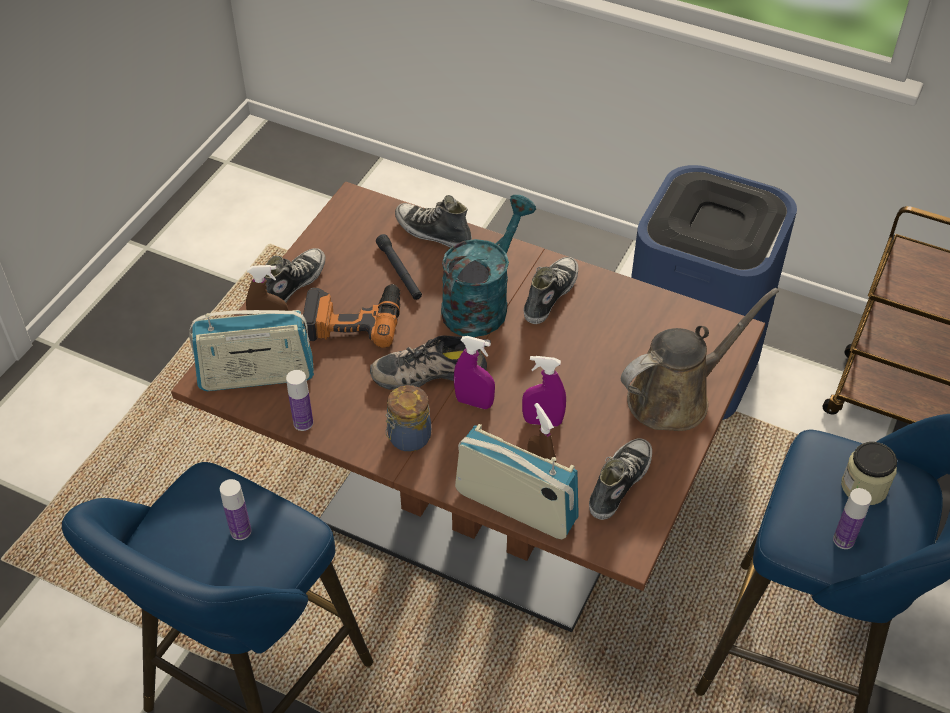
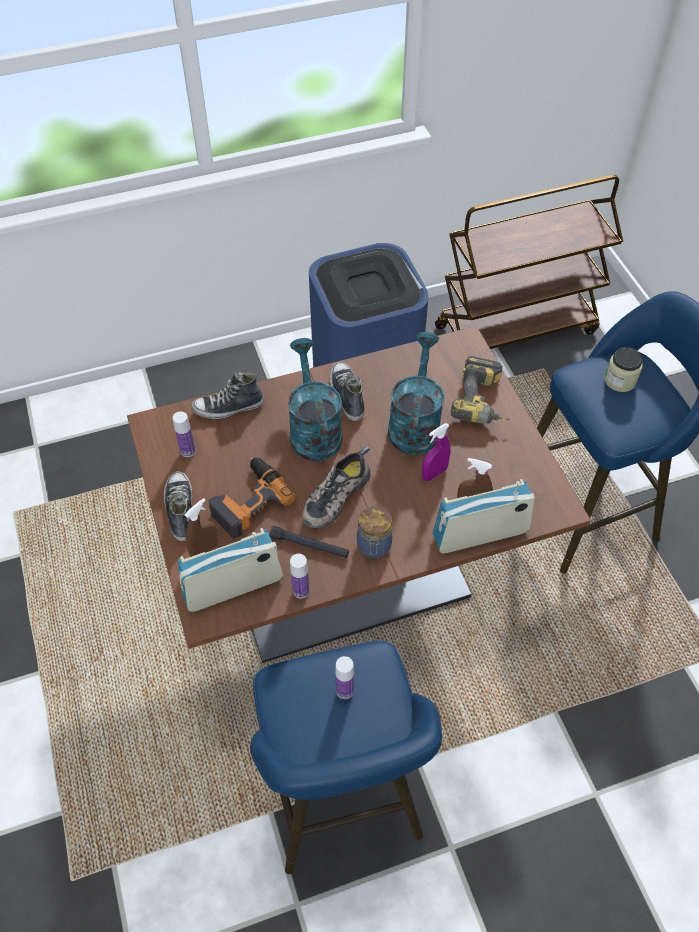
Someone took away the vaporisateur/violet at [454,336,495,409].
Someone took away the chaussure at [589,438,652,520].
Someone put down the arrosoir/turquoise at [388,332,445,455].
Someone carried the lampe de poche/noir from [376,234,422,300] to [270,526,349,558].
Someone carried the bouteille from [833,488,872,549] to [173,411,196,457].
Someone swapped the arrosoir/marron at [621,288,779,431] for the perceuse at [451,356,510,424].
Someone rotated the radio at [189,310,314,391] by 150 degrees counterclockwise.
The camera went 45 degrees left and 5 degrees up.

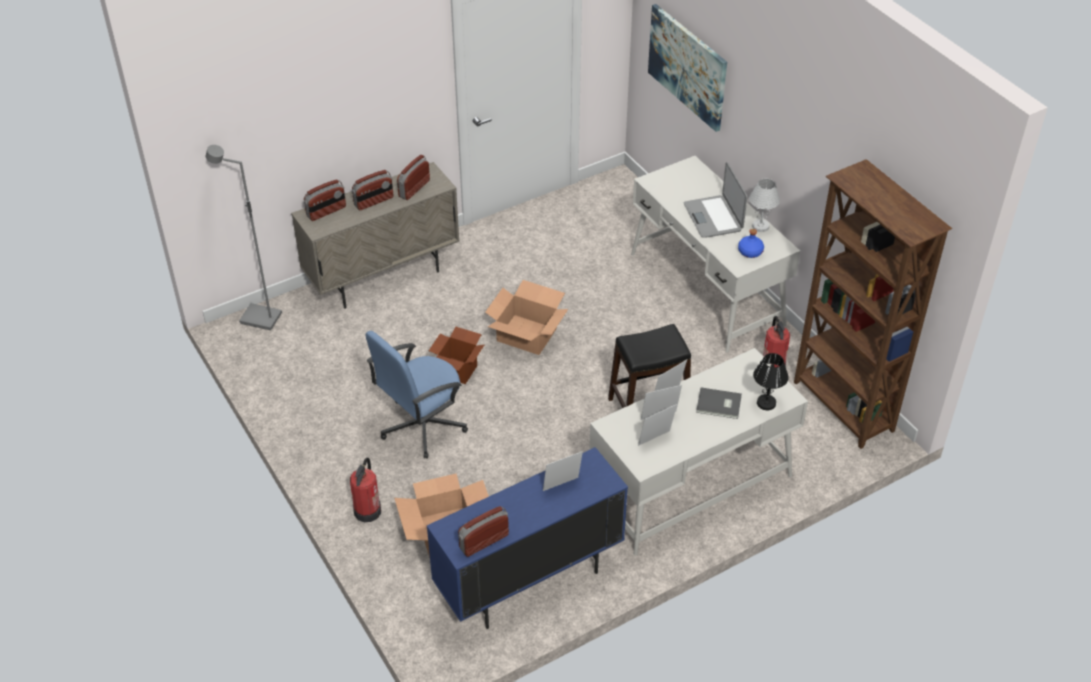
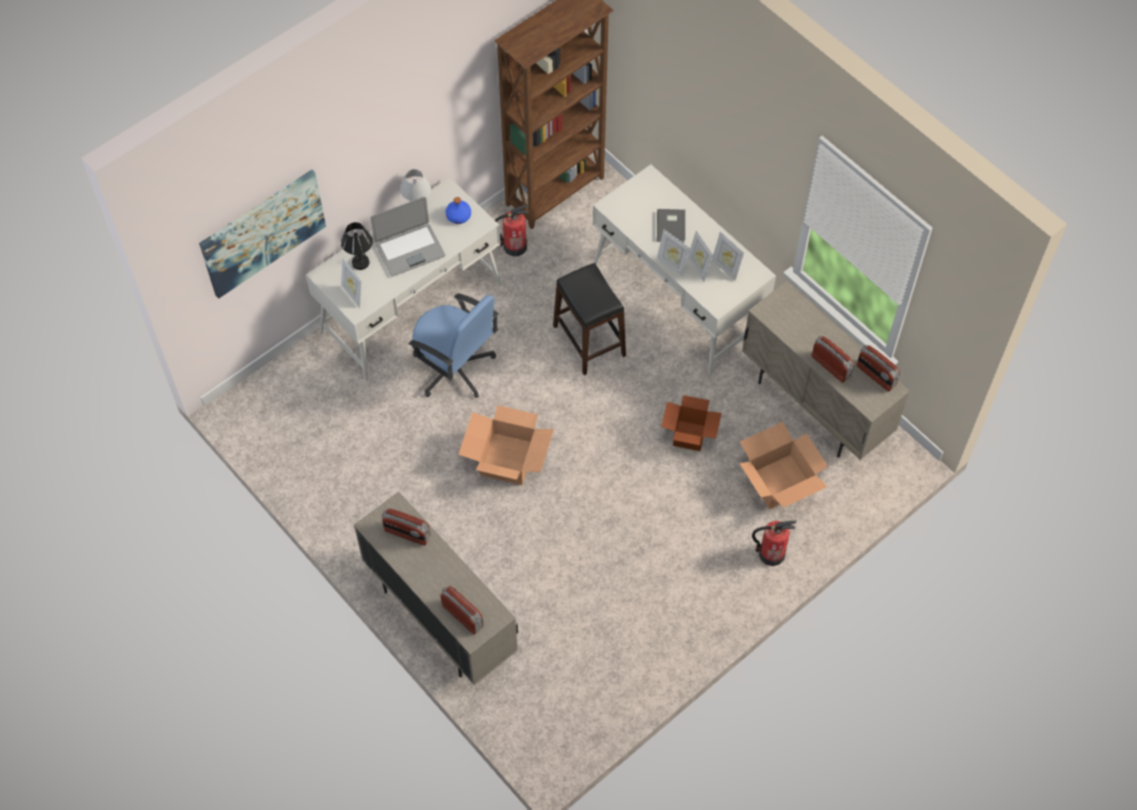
Someone took away the lampadaire/gris at [206,145,282,330].
Someone carried the radio from [352,170,394,210] to [812,336,854,383].
Someone carried the chaise de bureau/bleu from [365,331,468,459] to [409,293,499,398].
Someone carried the carton from [429,326,484,384] to [661,395,722,451].
Someone carried the cadre photo from [543,451,583,491] to [341,258,362,308].
Someone carried the lampe de table/noir from [753,353,789,410] to [341,222,373,270].
Someone repainted the meuble de rangement/bleu at [427,447,628,629], which became the meuble de rangement/beige at [742,281,910,460].
The camera went 100 degrees left and 15 degrees up.

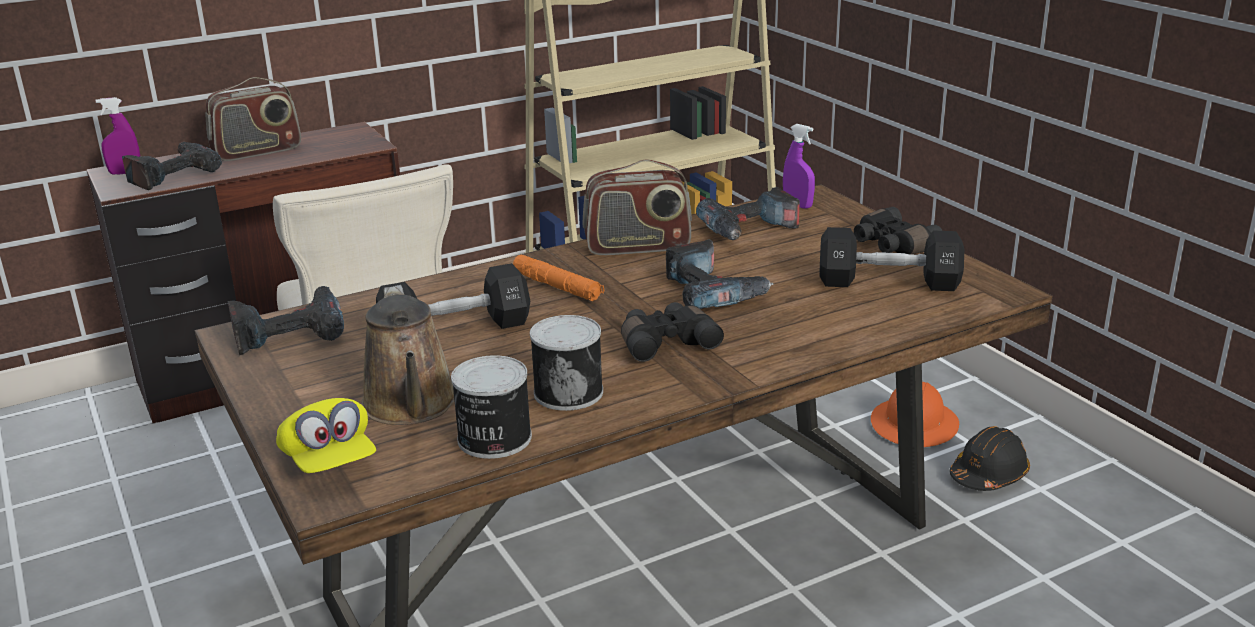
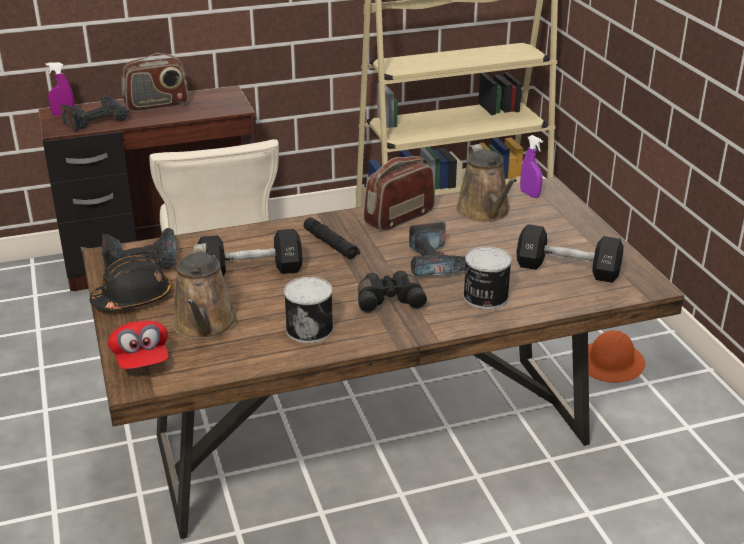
Someone took away the jumelles/noir at [854,207,943,255].
Someone carried the boîte métallique from [451,355,532,459] to [463,246,512,309].
Someone carried the casque de chantier/noir from [950,426,1030,491] to [90,255,171,311].
Someone swapped the perceuse at [696,187,800,240] for the arrosoir/marron at [456,144,517,222].
Someone repainted the casquette/jaune at [276,398,376,473], which became the casquette/rouge at [108,321,169,369].
Someone repainted the lampe de poche/orange at [513,255,604,301], which became the lampe de poche/noir at [304,217,360,259].
Someone rotated the radio at [583,160,692,255] by 135 degrees clockwise.
The camera went 10 degrees right and 5 degrees up.

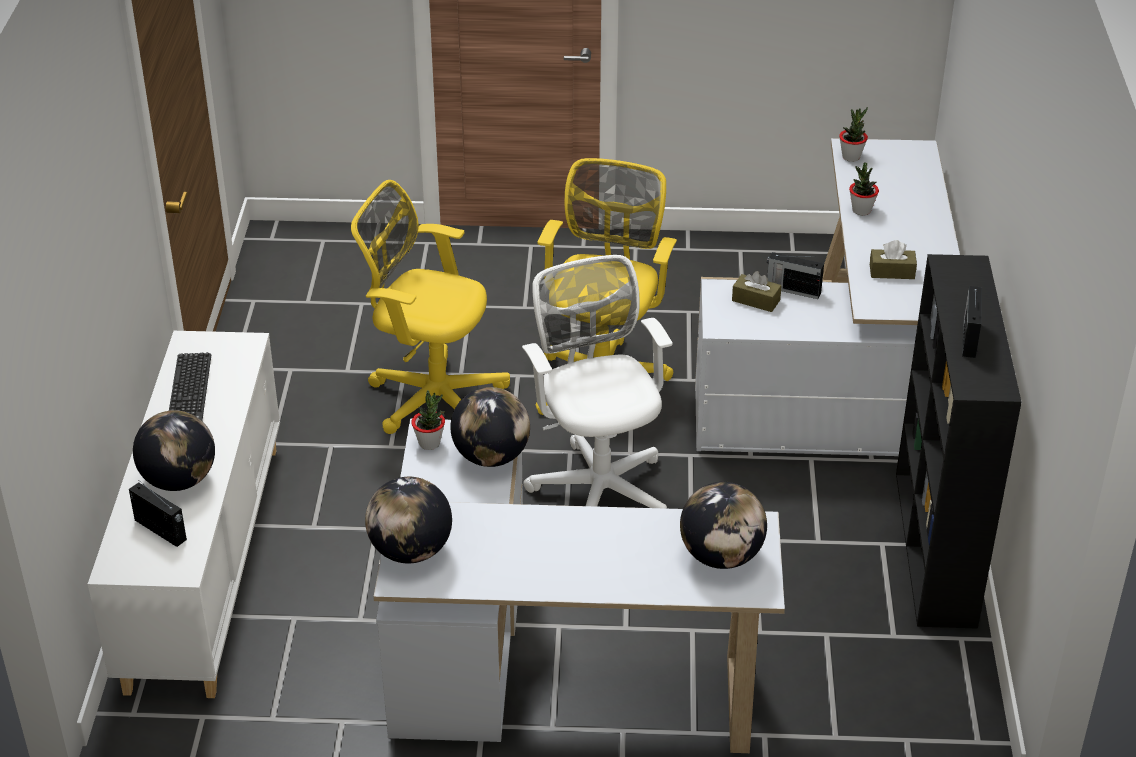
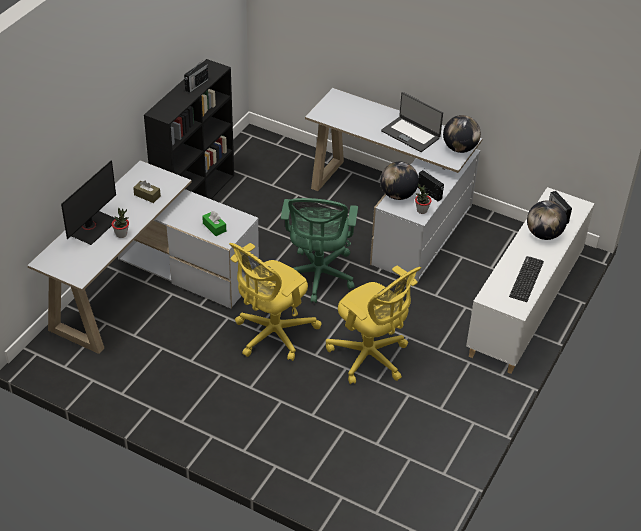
Someone took away the globe at [680,482,767,569].
Someone took away the plante en pot at [839,107,868,162].
Someone put down the écran d'ordinateur at [61,160,116,245].
Someone put down the ordinateur portable at [381,92,443,152].
Someone carried the radio from [767,252,824,299] to [417,169,444,201].
Someone repainted the chaise de bureau/blanc at [522,255,673,509], which became the chaise de bureau/vert at [281,198,358,303].
Someone repainted the boîte à mouchoirs/marron at [732,271,782,312], which became the boîte à mouchoirs/vert at [202,211,226,236].
The camera went 155 degrees left and 5 degrees up.

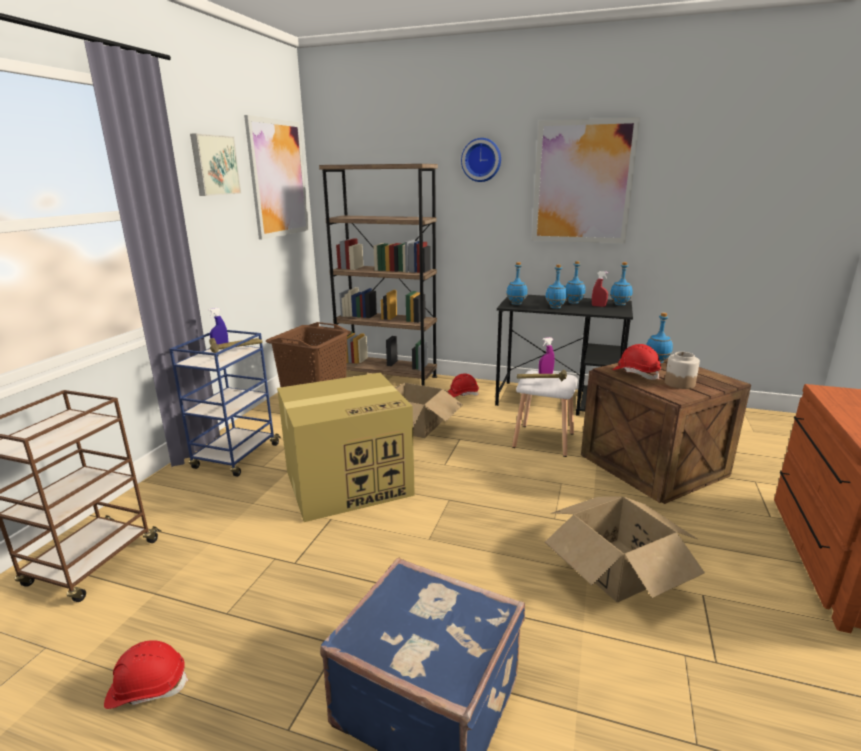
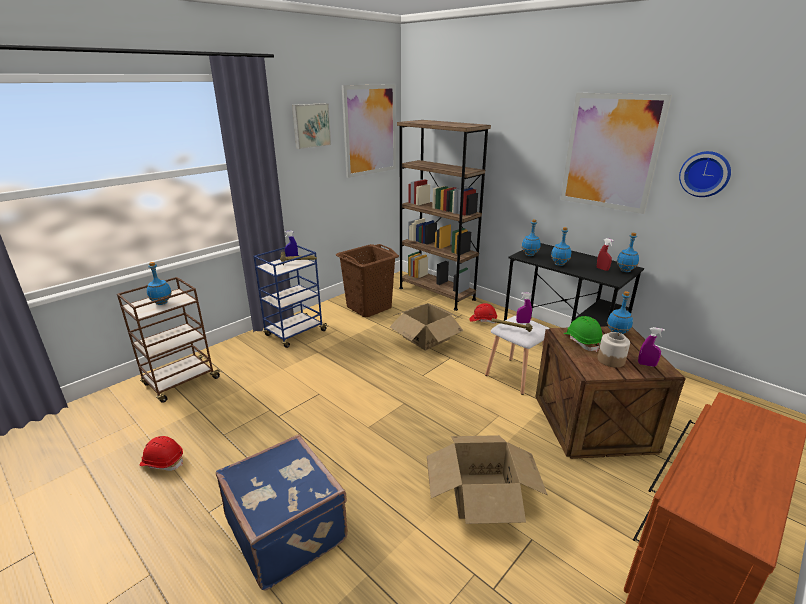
Someone took away the carton at [277,373,415,522].
Someone put down the vaporisateur/violet at [638,327,665,367].
Someone carried the horloge murale from [461,138,501,182] to [679,151,731,197].
Someone carried the bouteille/bleu from [565,261,586,304] to [147,262,172,305].
Someone repainted the casque de chantier/rouge at [612,344,661,380], which became the casque de chantier/vert at [563,316,603,352].
The camera went 25 degrees right and 5 degrees up.

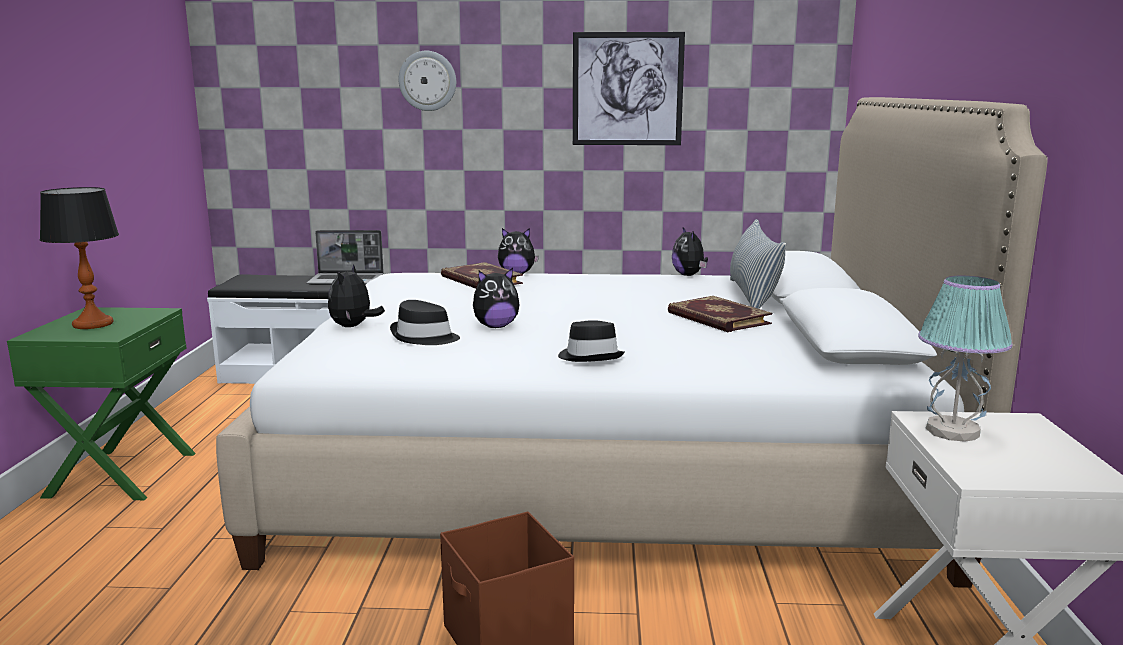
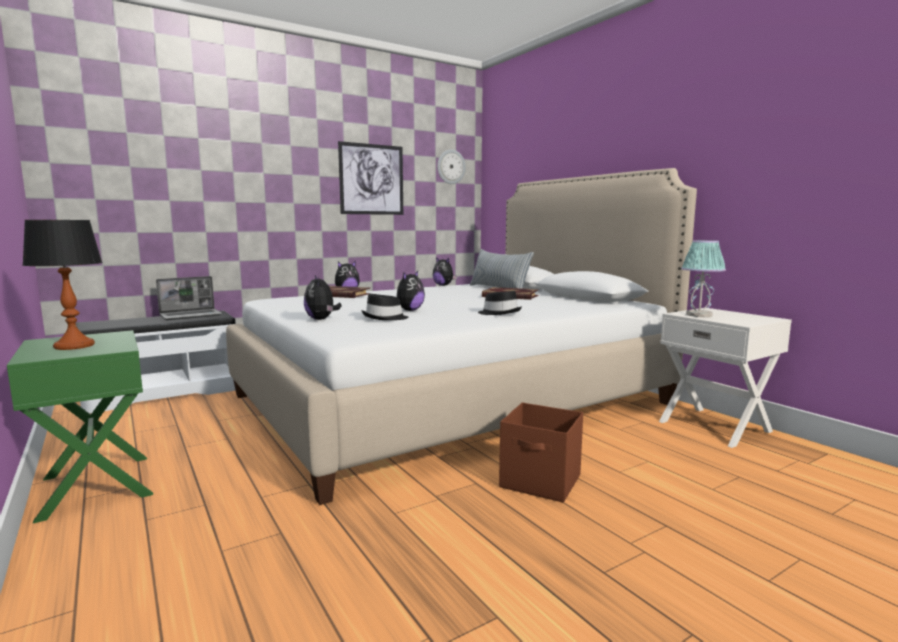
Someone carried the horloge murale from [398,51,456,111] to [437,149,466,184].
The camera went 35 degrees left and 5 degrees down.

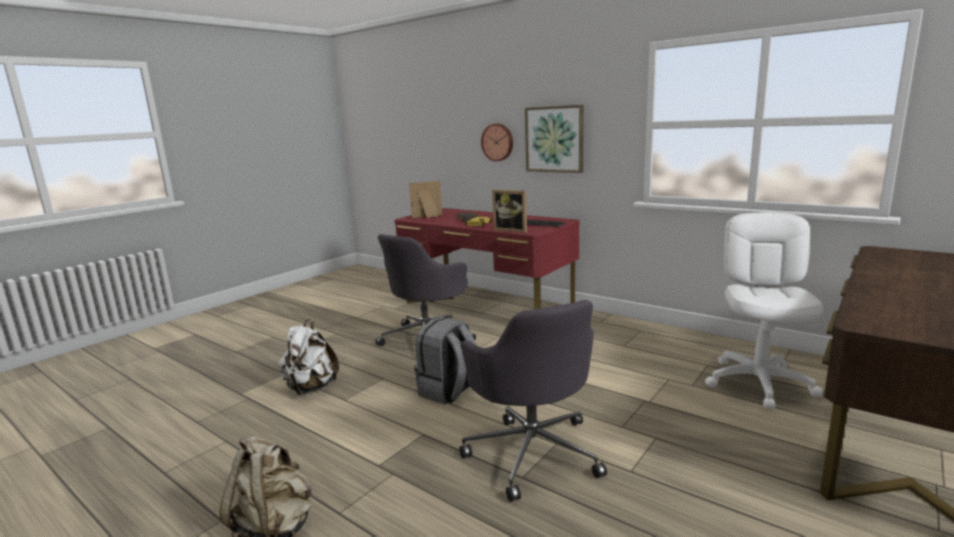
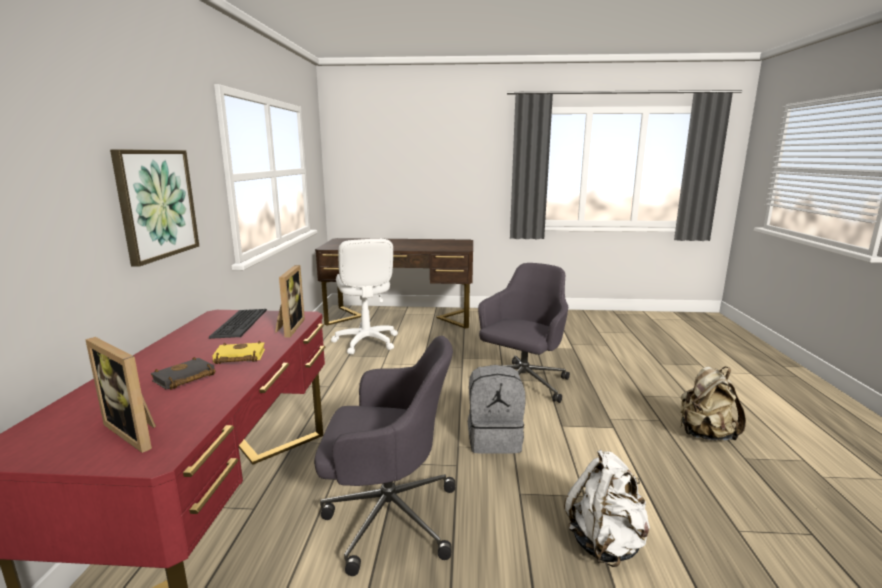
Someone took away the horloge murale at [481,124,513,161].
Someone rotated the chaise de bureau/blanc at [705,213,824,409] by 90 degrees counterclockwise.
The camera went 125 degrees left and 0 degrees up.

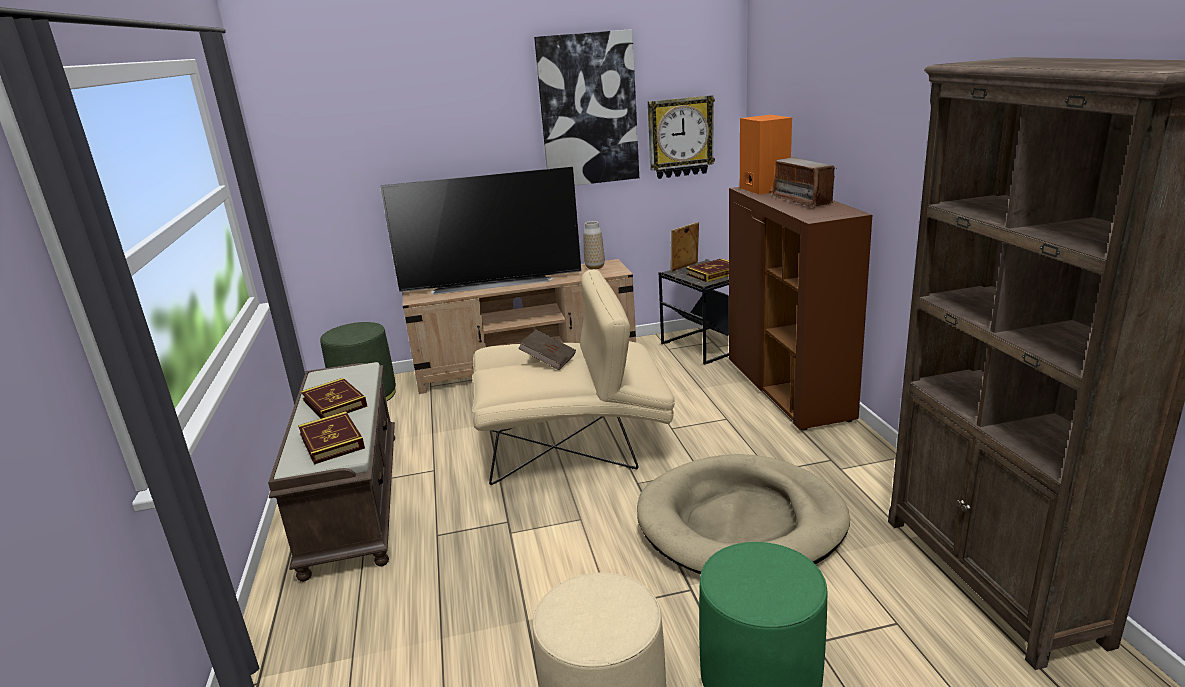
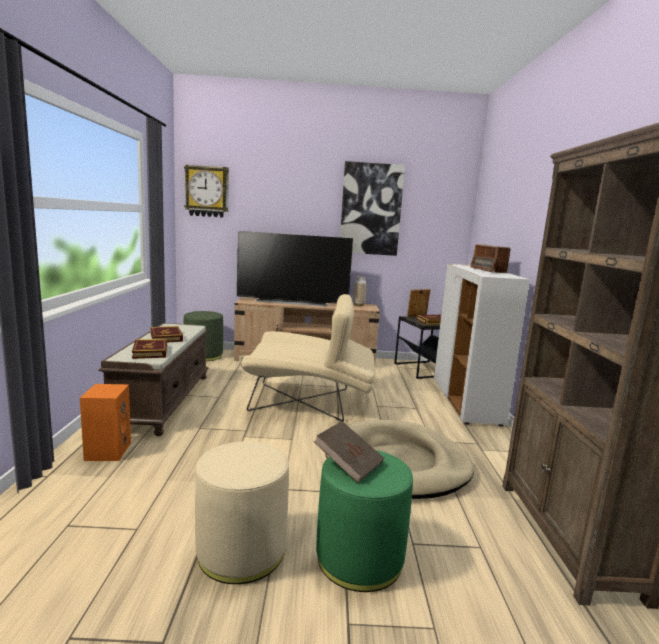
Someone carried the livre/marron from [518,329,576,370] to [314,421,384,483].
Someone carried the horloge murale from [648,95,715,179] to [184,165,229,218].
Someone carried the enceinte/orange from [740,115,792,194] to [80,384,131,461].
Someone repainted the meuble de rangement/marron at [729,187,872,430], which became the meuble de rangement/blanc at [434,264,530,426].
The camera went 10 degrees right and 10 degrees down.

